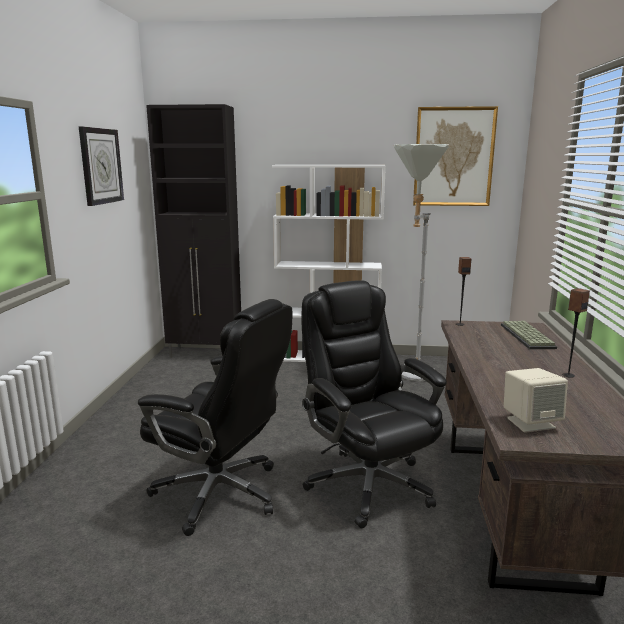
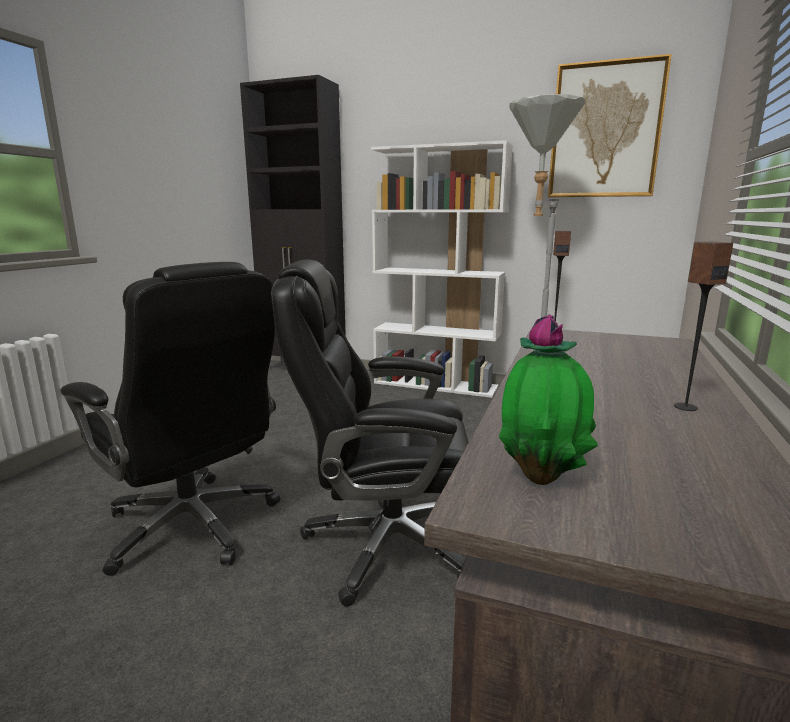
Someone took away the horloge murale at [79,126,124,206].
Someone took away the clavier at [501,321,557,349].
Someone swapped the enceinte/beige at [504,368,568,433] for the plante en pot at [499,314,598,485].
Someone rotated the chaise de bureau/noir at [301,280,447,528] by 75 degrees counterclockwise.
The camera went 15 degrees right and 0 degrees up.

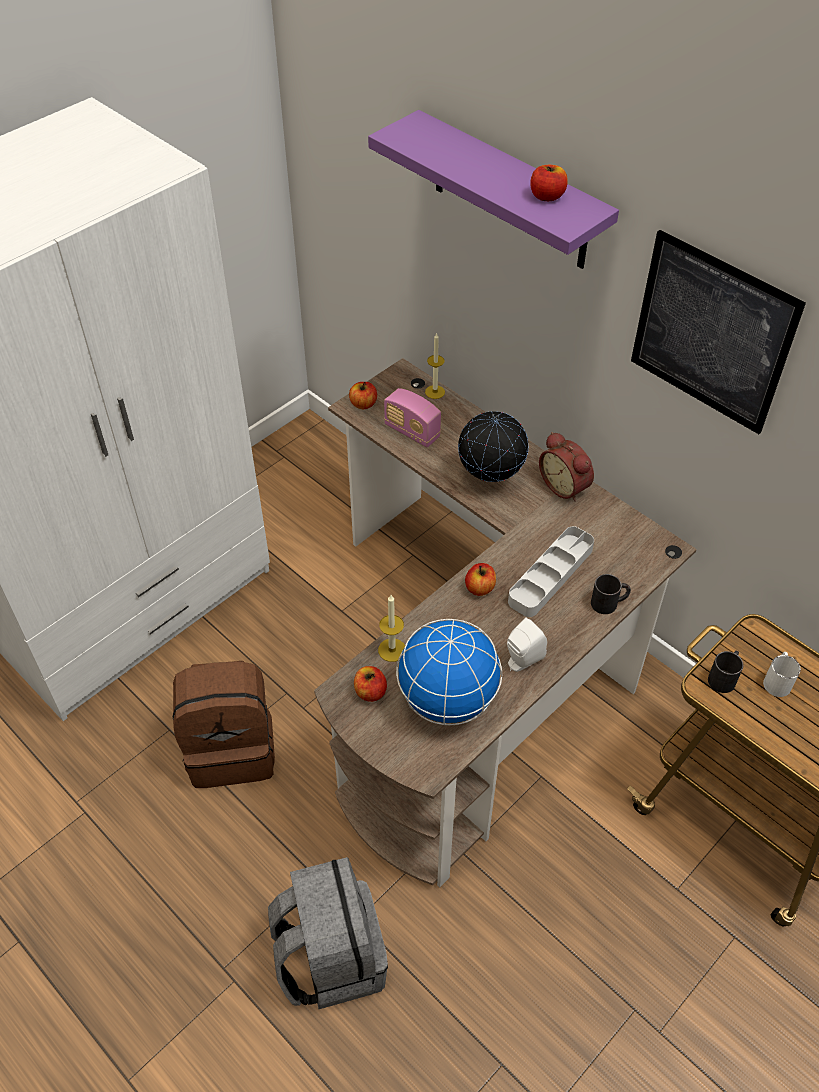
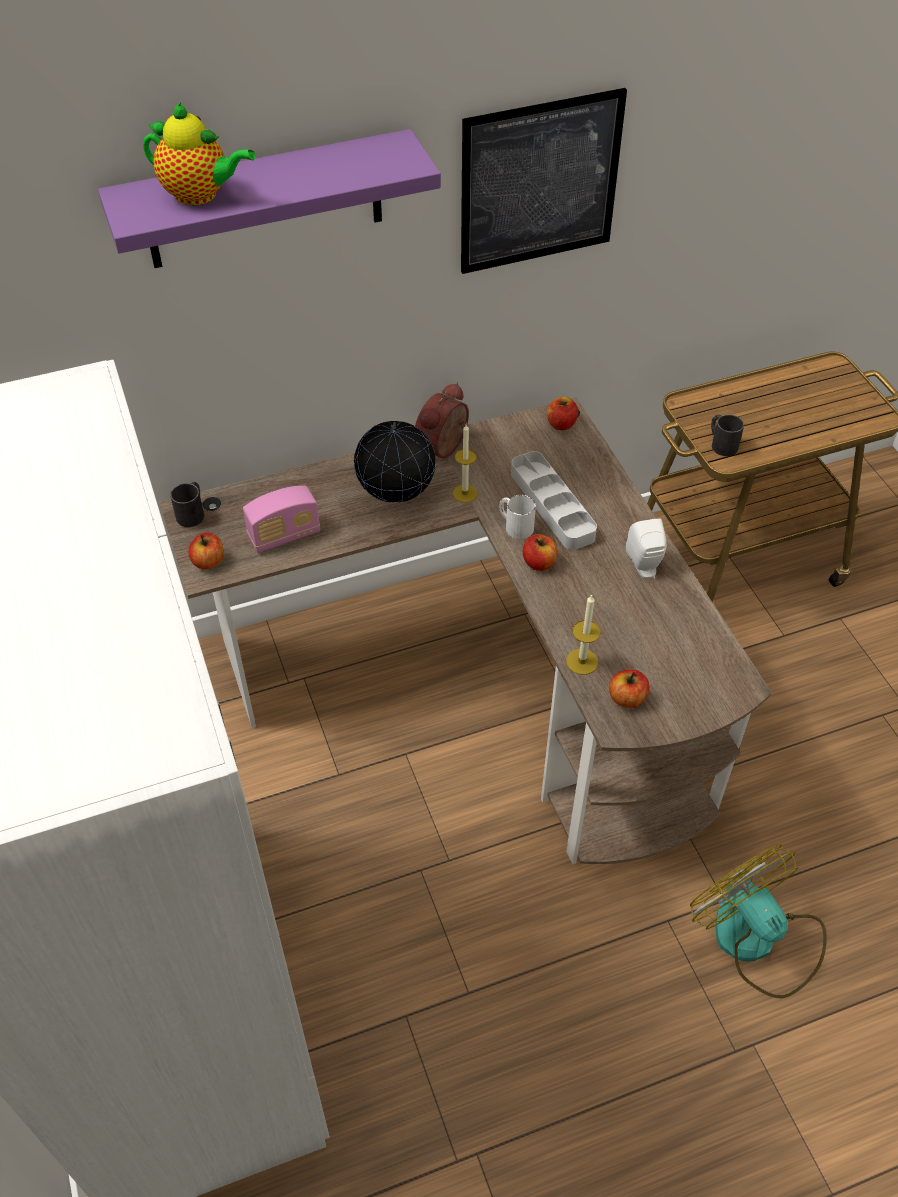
Someone took away the sac à dos/marron at [173,661,275,788].
Someone took away the globe at [396,619,502,725].
Someone put down the théière at [143,102,255,205].
Someone carried the bougie from [425,333,445,399] to [453,424,478,503].
Someone carried the pomme from [530,165,568,201] to [547,397,578,430].
Someone carried the mug/noir from [591,574,631,614] to [170,482,204,527].
Someone carried the mug/blanc from [763,652,801,697] to [499,495,536,539].
Someone swapped the sac à dos/gris at [268,857,388,1009] for the ventilateur at [690,844,827,998].
Someone rotated the réveil at [539,432,594,502] by 135 degrees clockwise.
The camera went 65 degrees left and 0 degrees up.

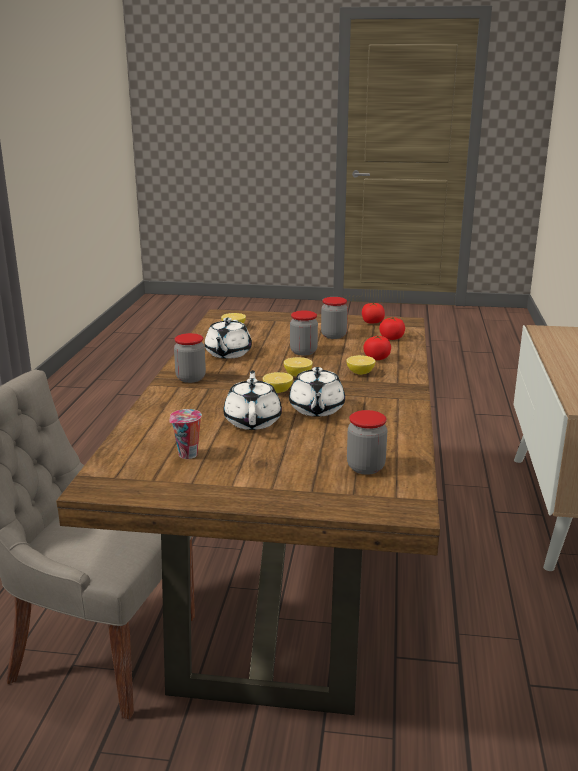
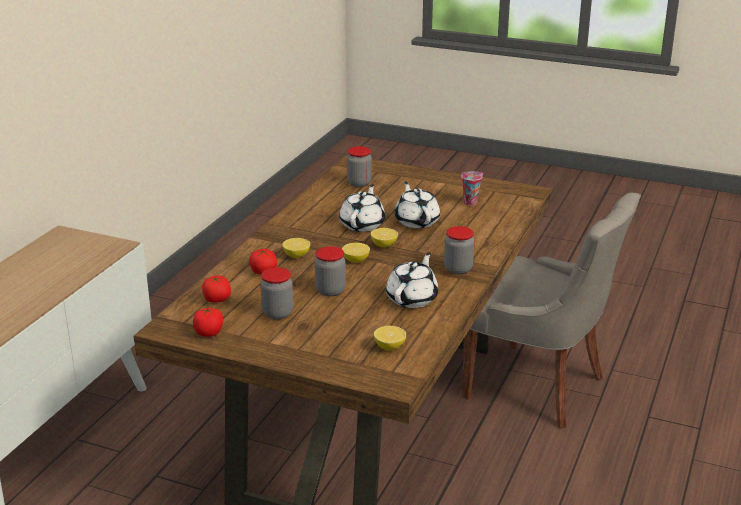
Someone rotated the théière/blanc at [223,370,282,430] by 150 degrees clockwise.
The camera went 165 degrees left and 5 degrees up.

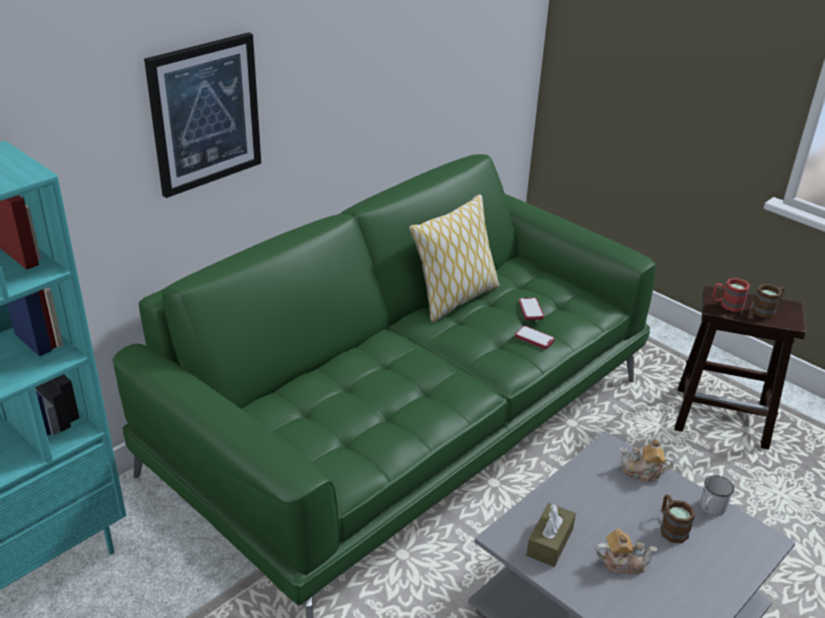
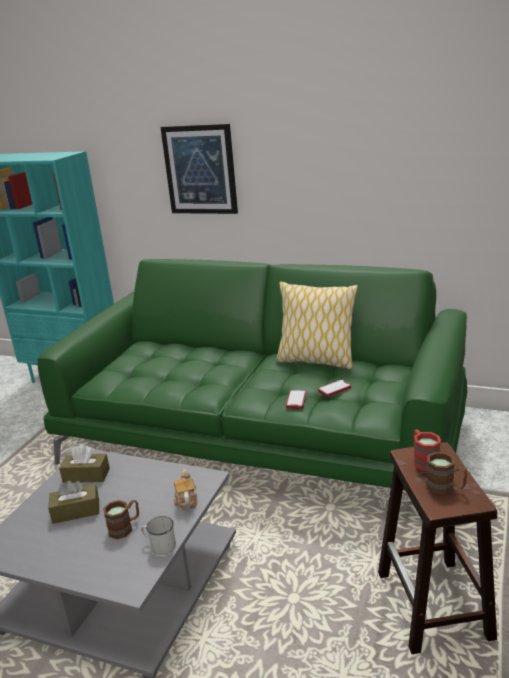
Someone swapped the théière at [595,529,657,574] for the boîte à mouchoirs/marron at [48,481,99,524].
The camera went 70 degrees right and 10 degrees down.

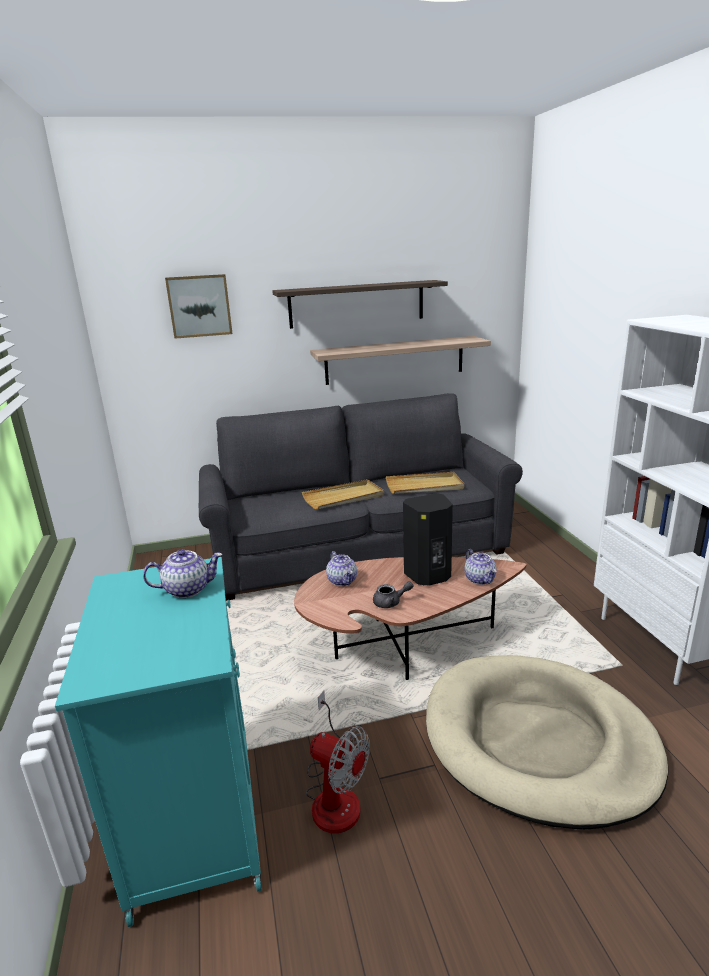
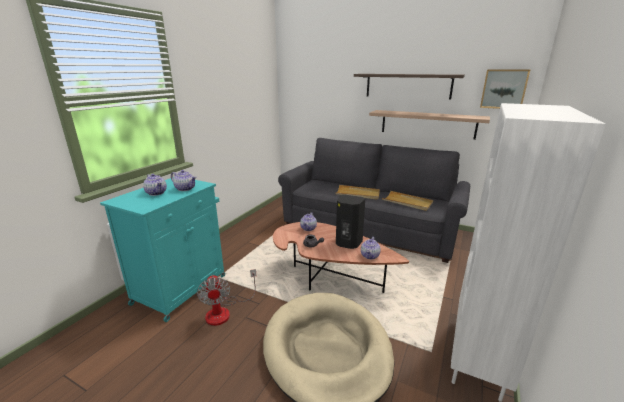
Someone put down the théière at [143,174,167,196].
Someone carried the tableau from [165,274,233,339] to [480,69,530,109].
The camera went 40 degrees right and 0 degrees up.

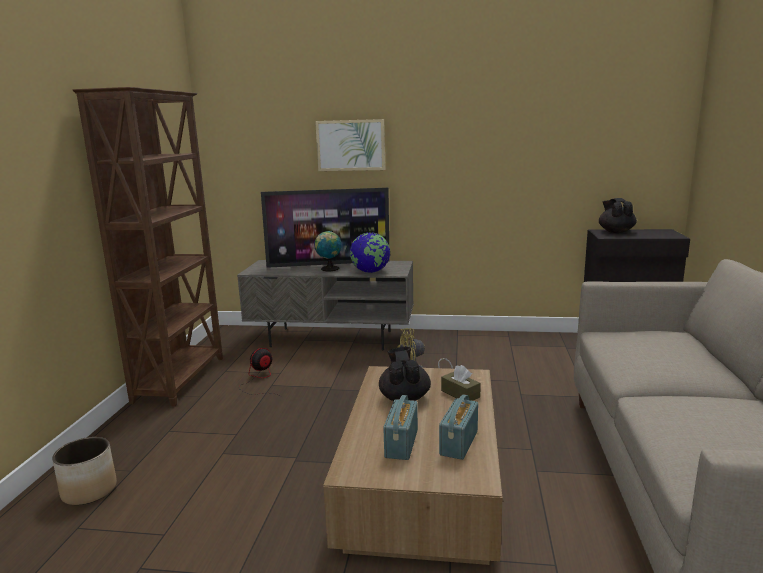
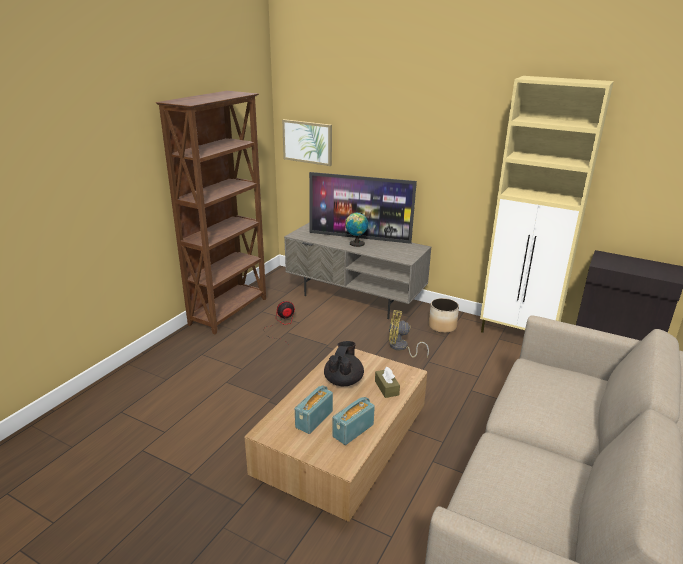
Someone took away the globe at [350,232,390,273].
Someone took away the théière/noir at [599,198,637,233].
Someone put down the meuble de rangement/beige at [480,76,614,333].
Someone carried the cache-pot from [52,437,117,505] to [429,298,459,333].
Someone carried the tableau from [315,119,386,171] to [282,119,332,166].
The camera went 20 degrees right and 10 degrees up.

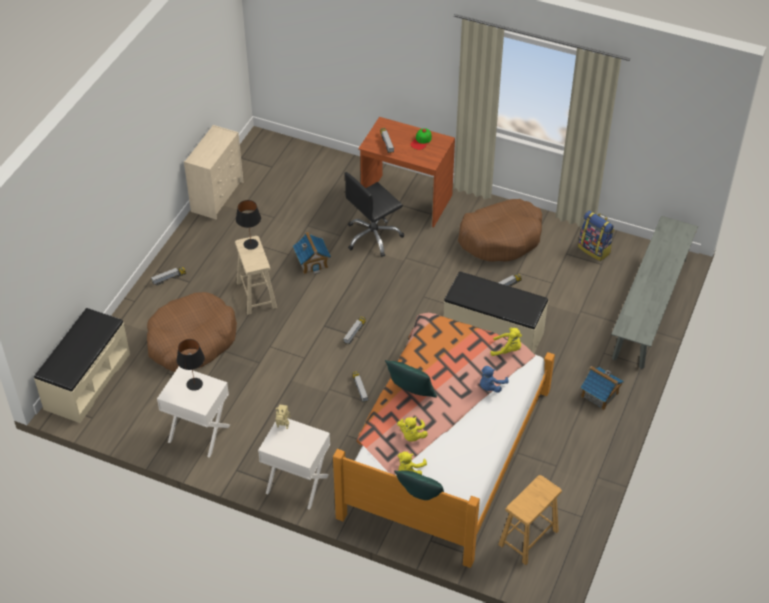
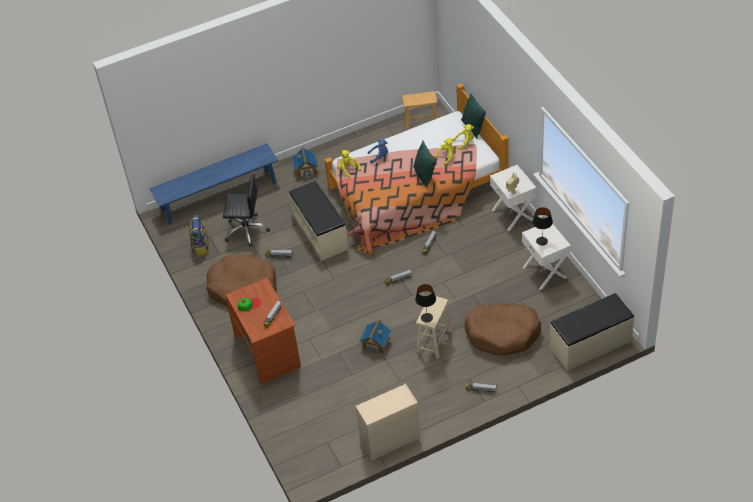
Someone carried the chaise de bureau/noir from [344,172,404,257] to [223,174,270,247].
Someone repainted the banc/gris at [611,216,698,369], which became the banc/bleu at [149,143,278,225].
The camera went 135 degrees left and 0 degrees up.

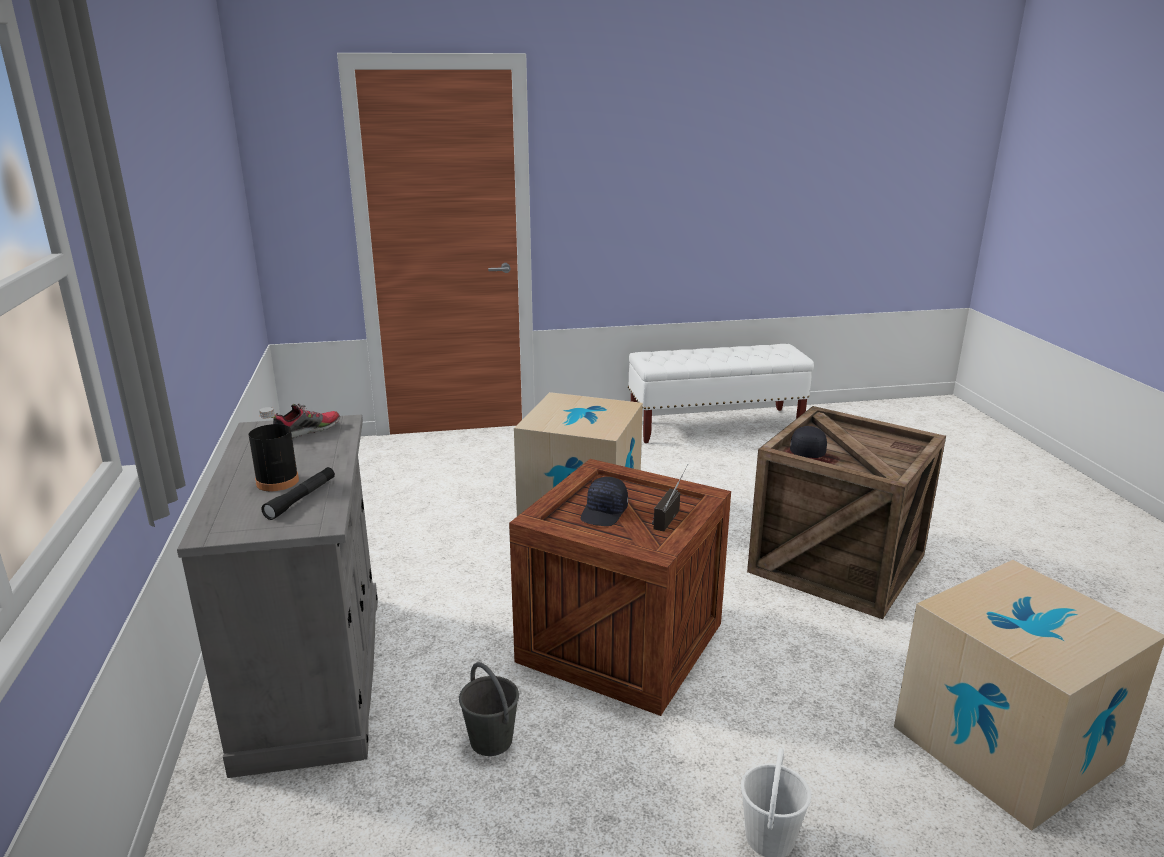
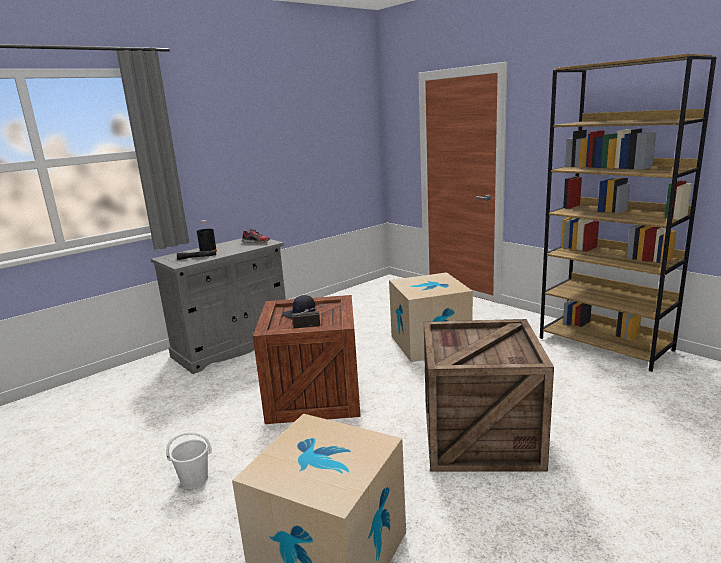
Someone took away the seau/gris at [459,662,519,756].
Someone took away the casquette/noir at [790,426,827,458].
Someone swapped the banc/blanc at [628,344,814,443] for the bibliothèque/marron at [540,54,717,372].
The camera went 60 degrees right and 5 degrees down.

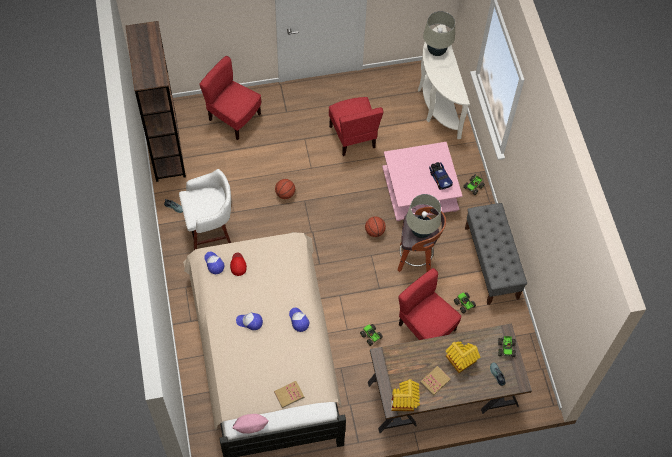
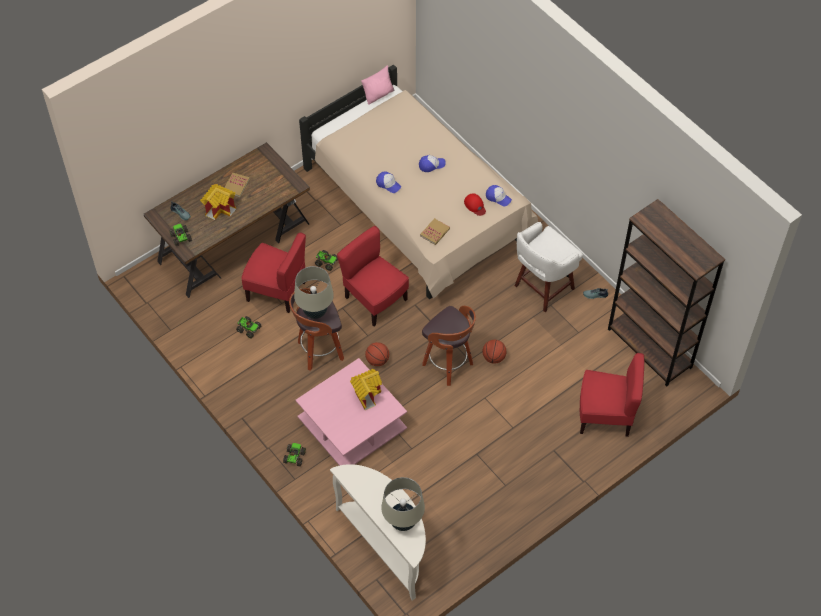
Someone took away the camion jouet at [429,162,453,190].
Someone took away the banc/gris at [465,203,527,305].
Someone put down the tabouret at [422,306,476,386].
Someone carried the livre from [274,381,304,408] to [420,218,450,245].
Someone carried the chaise/rouge from [329,97,383,156] to [337,226,409,326].
Someone carried the maison miniature from [391,379,420,411] to [350,369,382,410].
The camera went 155 degrees right and 5 degrees down.

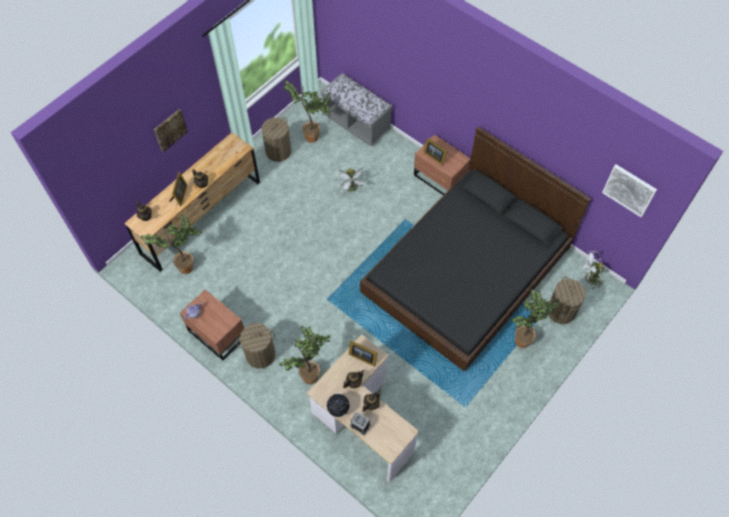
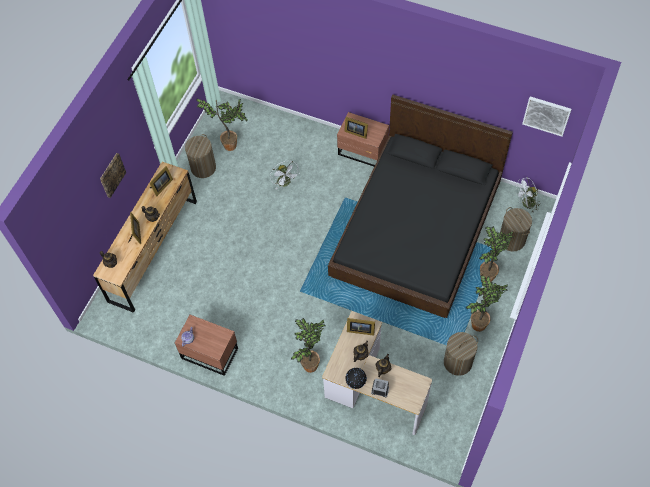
Someone took away the banc/gris at [321,73,393,147].
Someone put down the cadre photo at [150,166,173,197].
Someone carried the plante en pot from [140,215,202,274] to [465,275,508,332].
Someone carried the panier à linge from [237,323,275,369] to [444,332,478,376].
The camera went 15 degrees left and 0 degrees up.

